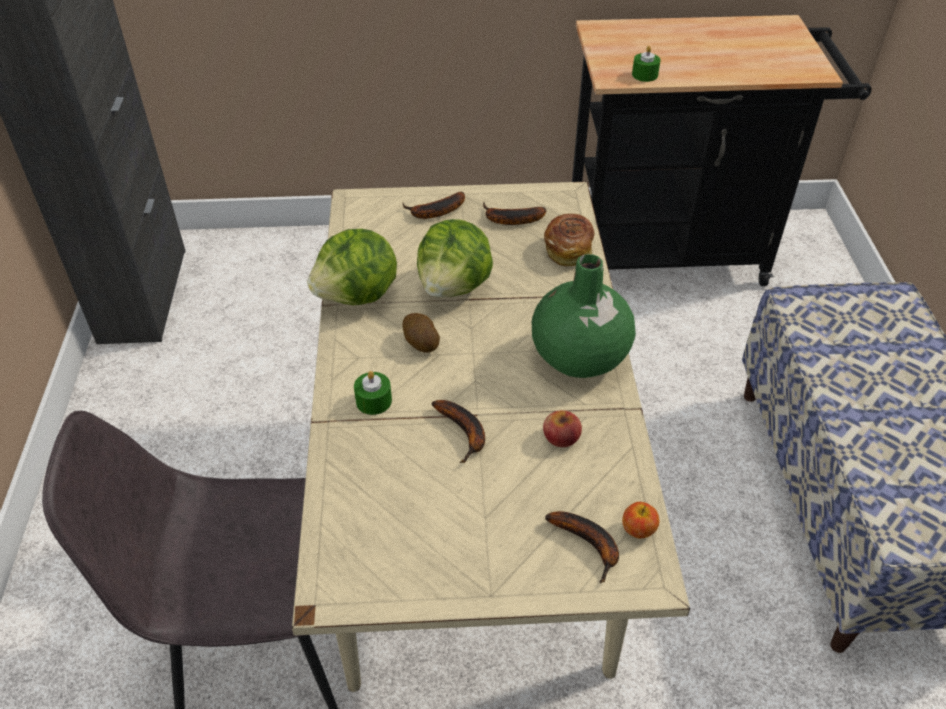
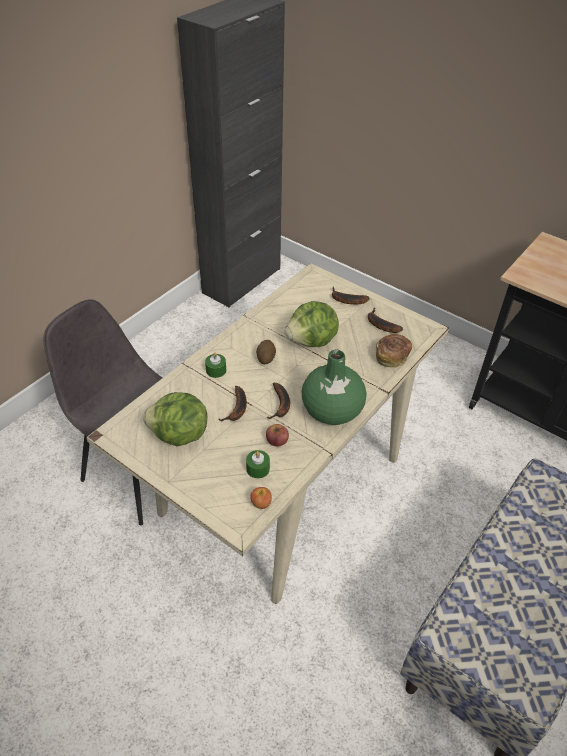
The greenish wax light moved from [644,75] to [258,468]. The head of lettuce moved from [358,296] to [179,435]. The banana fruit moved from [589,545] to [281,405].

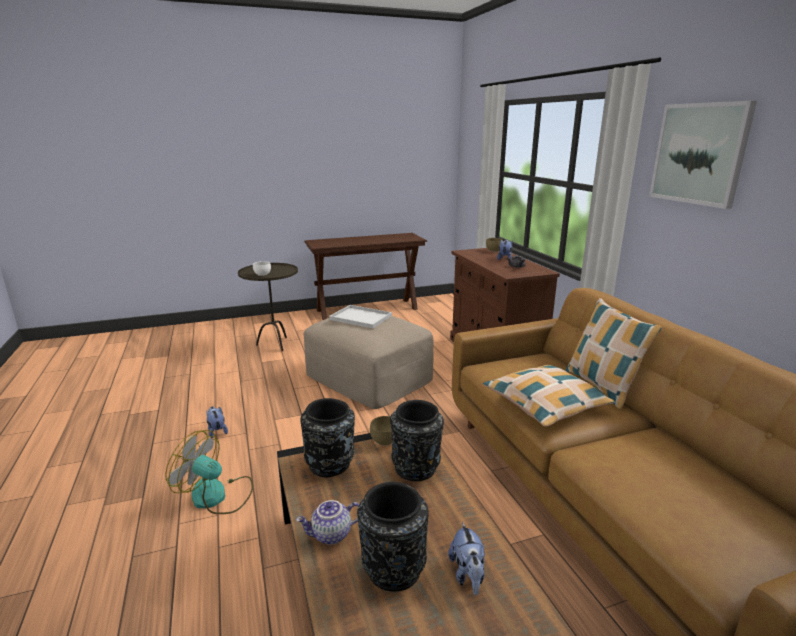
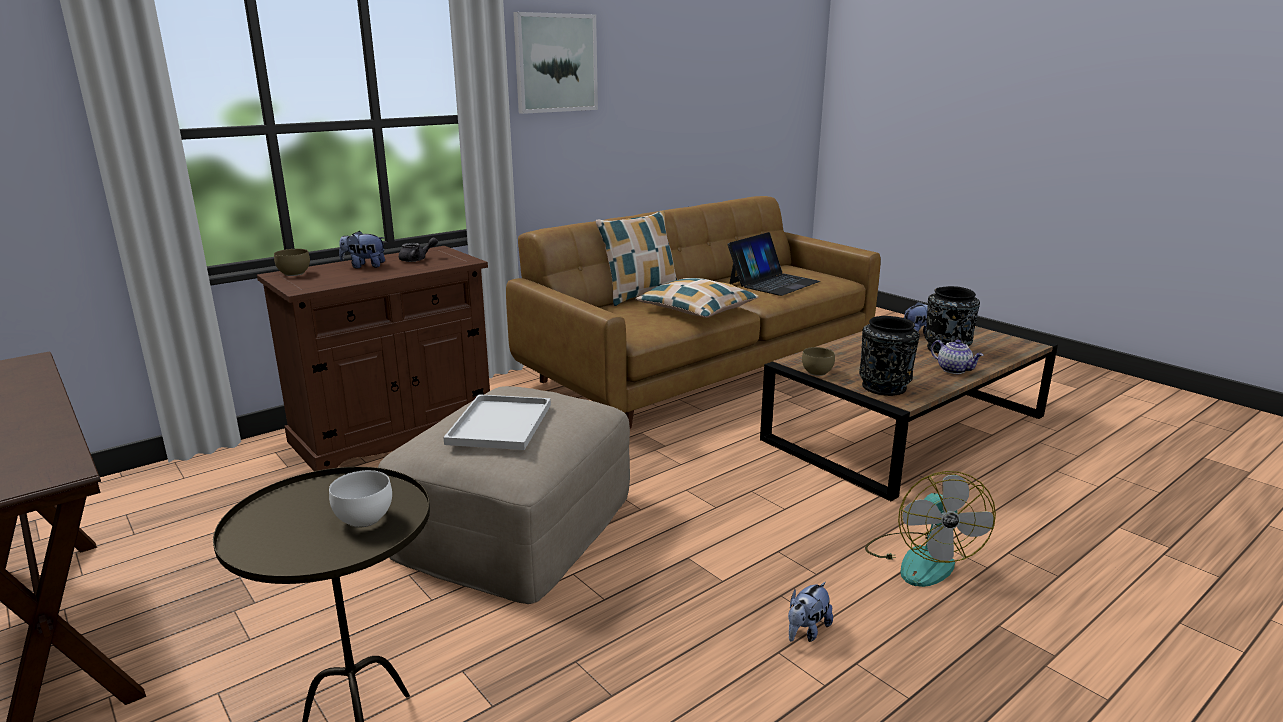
The blackish vase at [416,467] disappeared. The portable computer at [773,282] appeared.

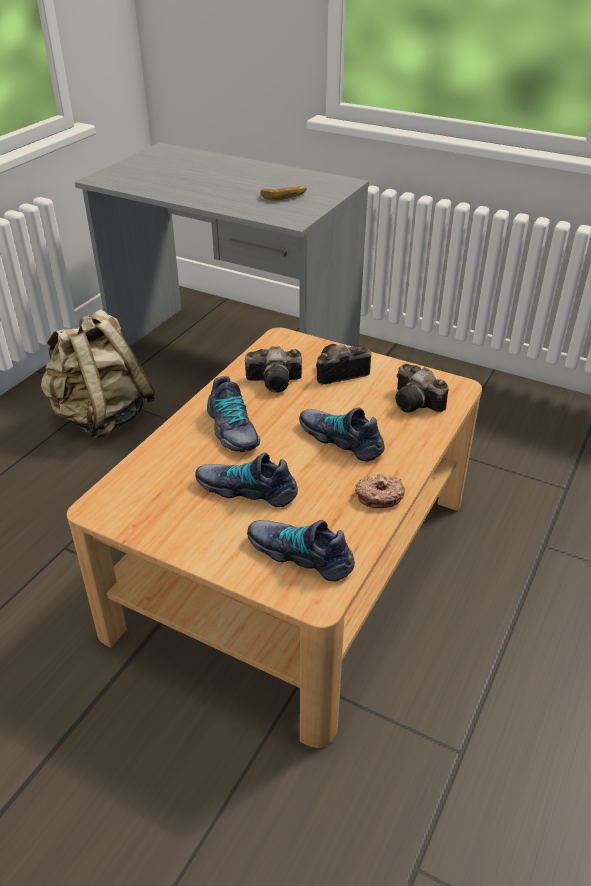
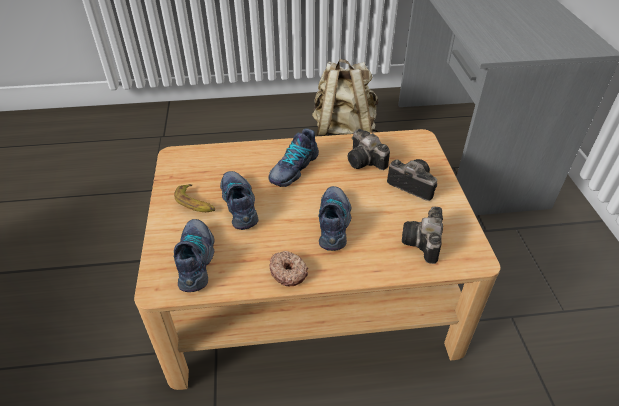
The banana fruit moved from [284,196] to [195,203].

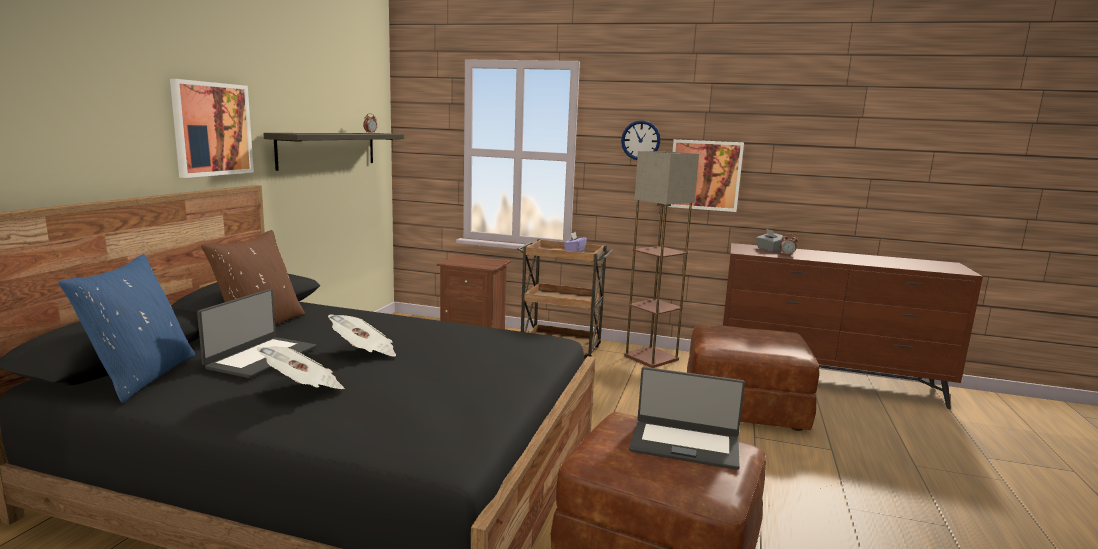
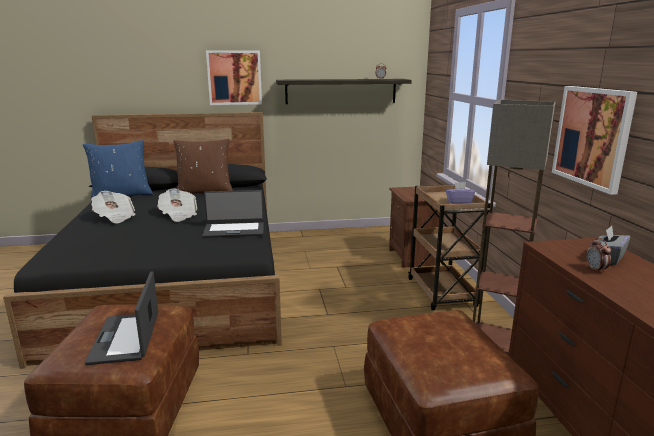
The hanging clock at [640,140] disappeared. The portable computer moved from [261,357] to [234,230].

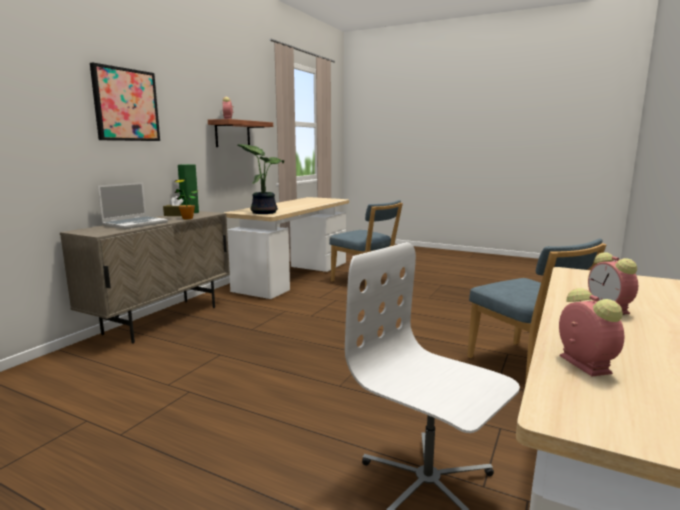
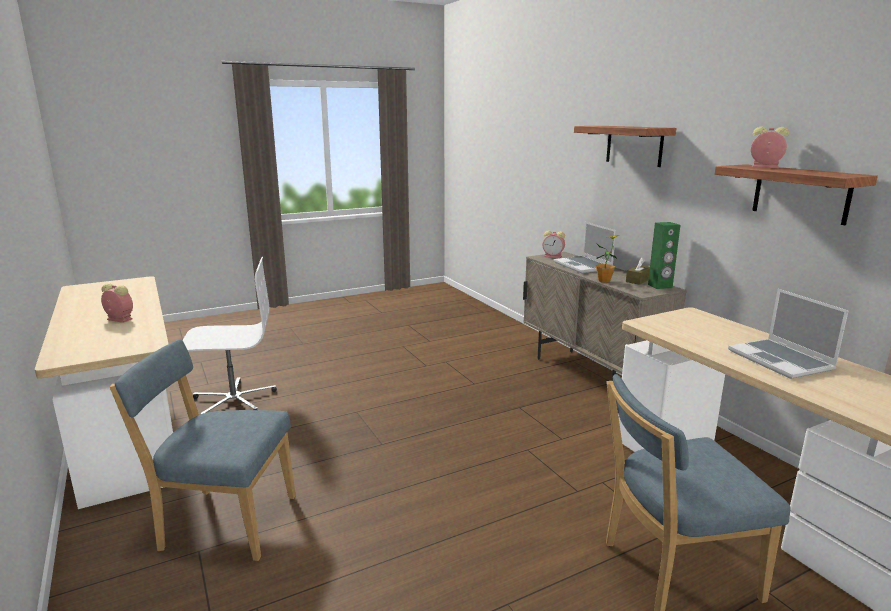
The wall art at [126,105] was replaced by the wall shelf at [634,145]. The potted plant at [264,212] disappeared. The table clock moved from [582,363] to [553,256]. The portable computer at [781,360] appeared.

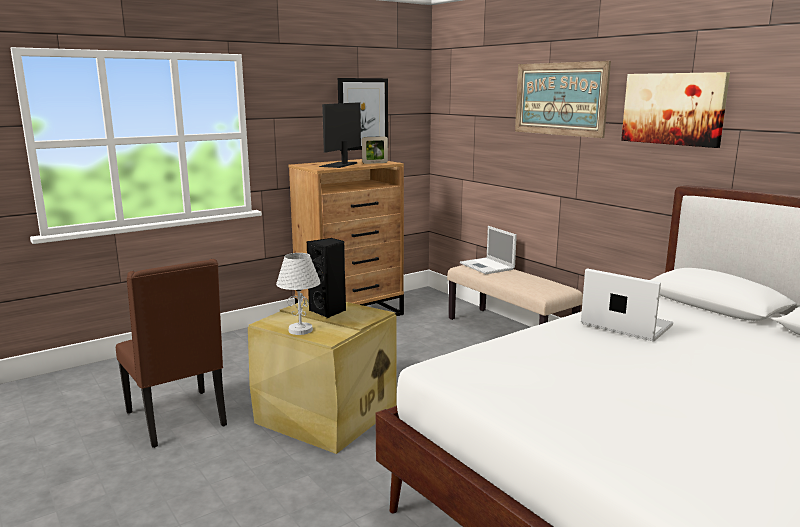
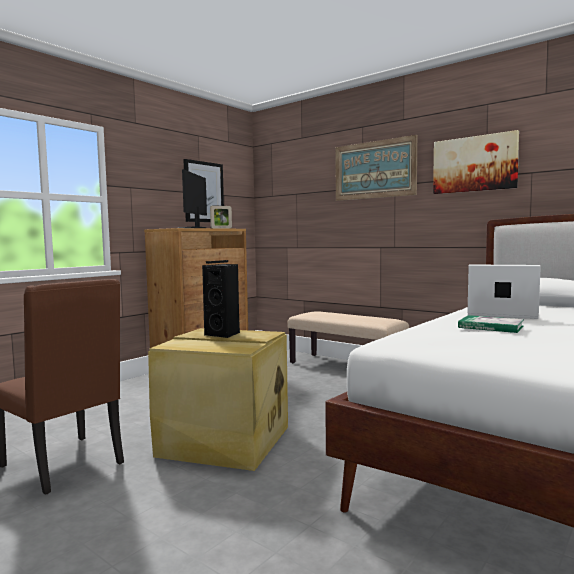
The portable computer at [487,266] disappeared. The white-coloured table lamp at [300,330] disappeared. The volume at [491,327] appeared.

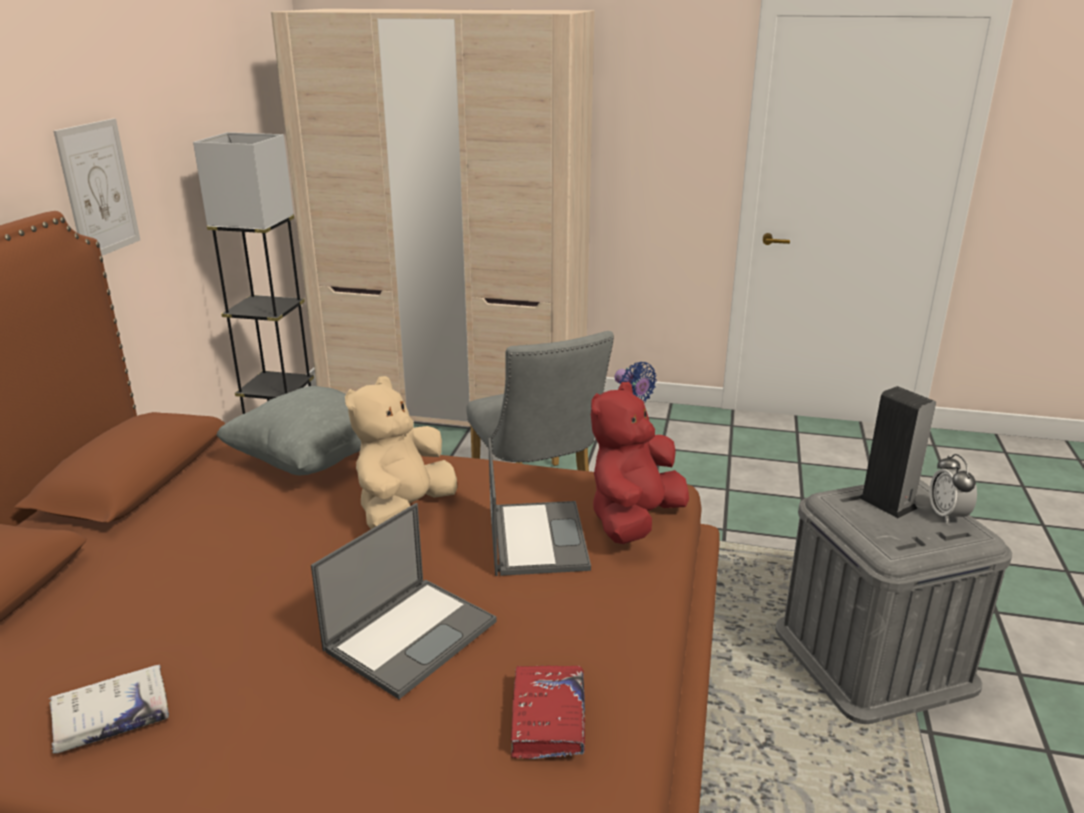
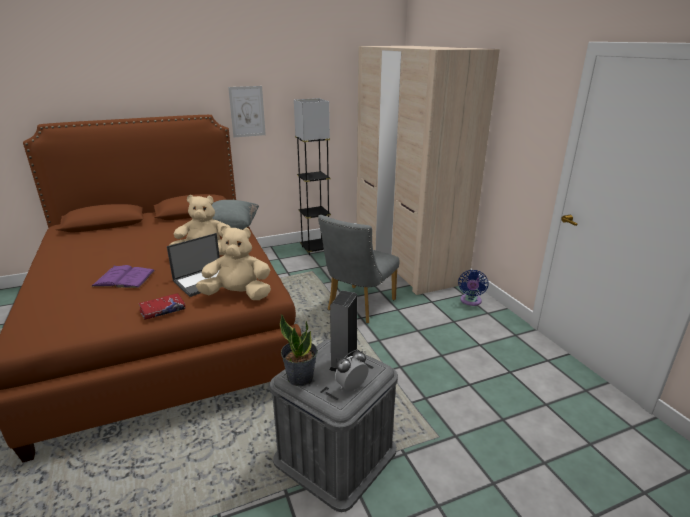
The red-coloured soft toy at [634,520] became the beige soft toy at [238,295]. The portable computer at [412,634] was replaced by the purple volume at [124,278]. The white-coloured volume at [112,718] disappeared. The red-coloured volume moved from [548,719] to [162,310]. The potted plant at [300,377] appeared.

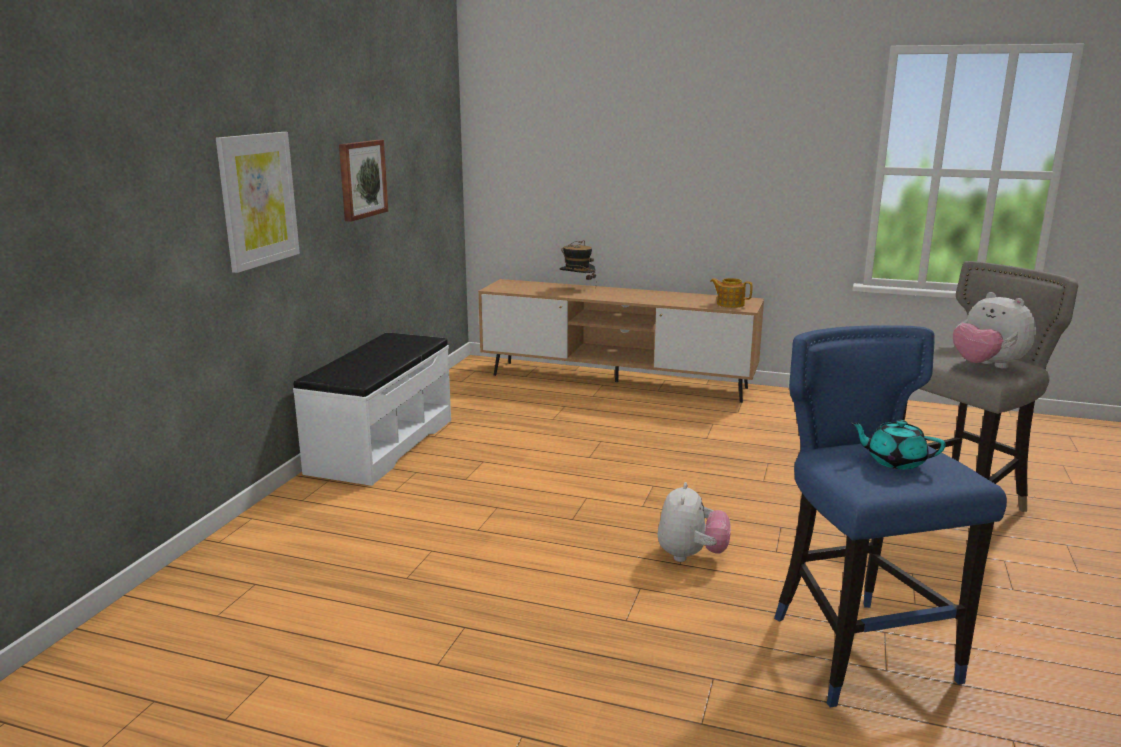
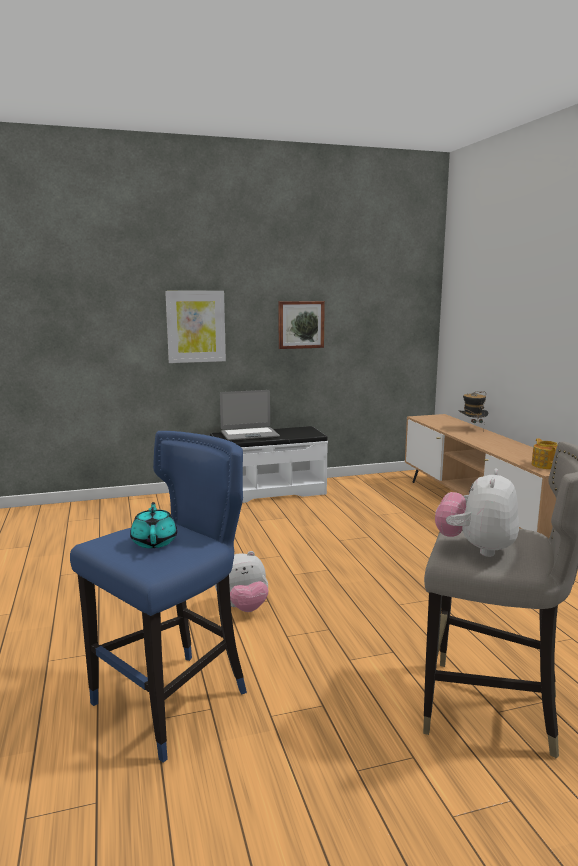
The portable computer at [249,435] appeared.

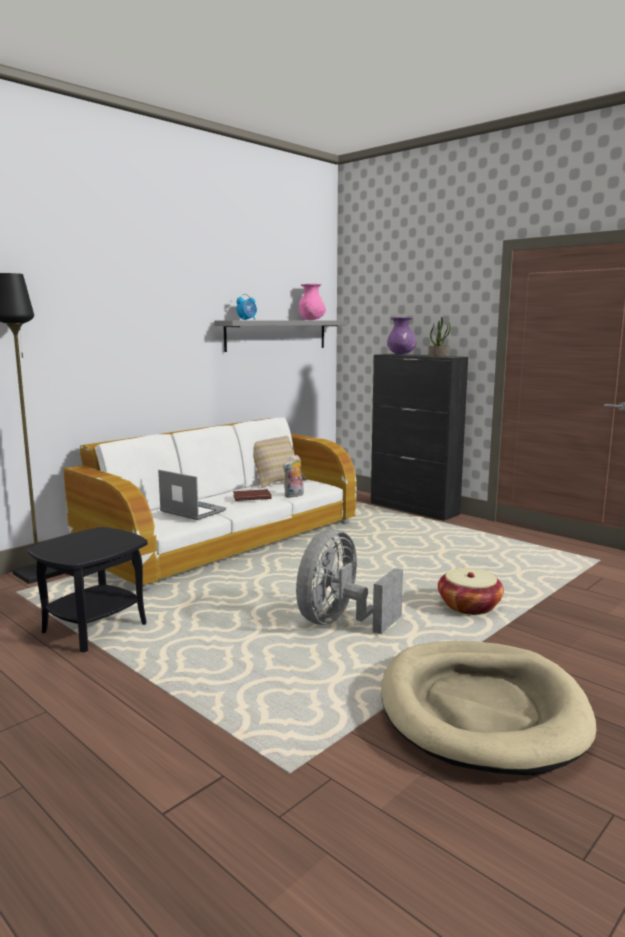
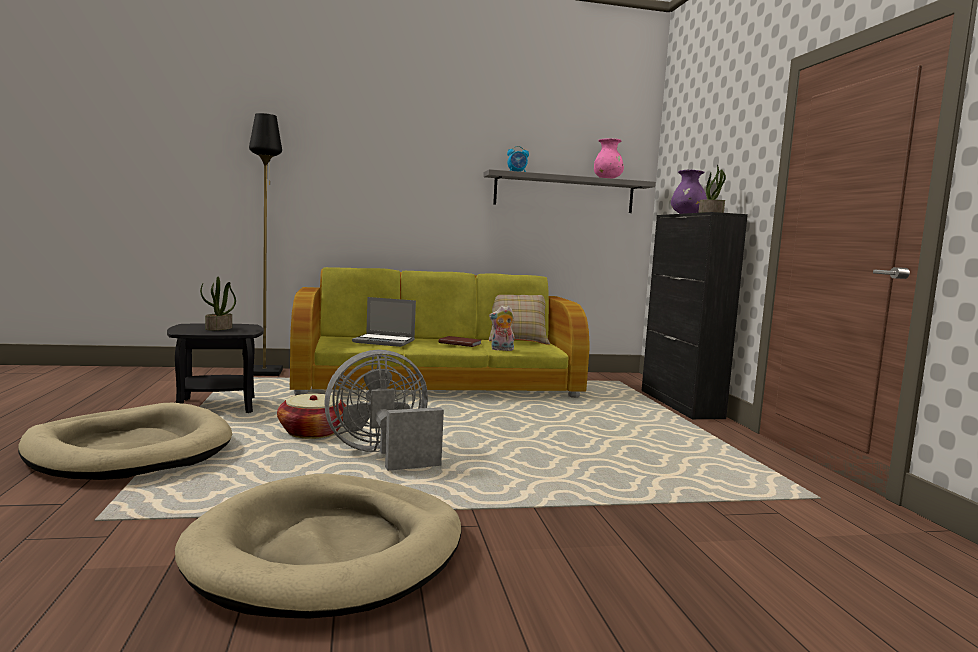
The white-coloured couch at [224,539] became the greenish couch at [437,384]. The portable computer at [191,511] turned 120 degrees clockwise. The household basket moved from [469,606] to [312,432]. The potted plant at [218,328] appeared. The beige dog bed at [130,450] appeared.

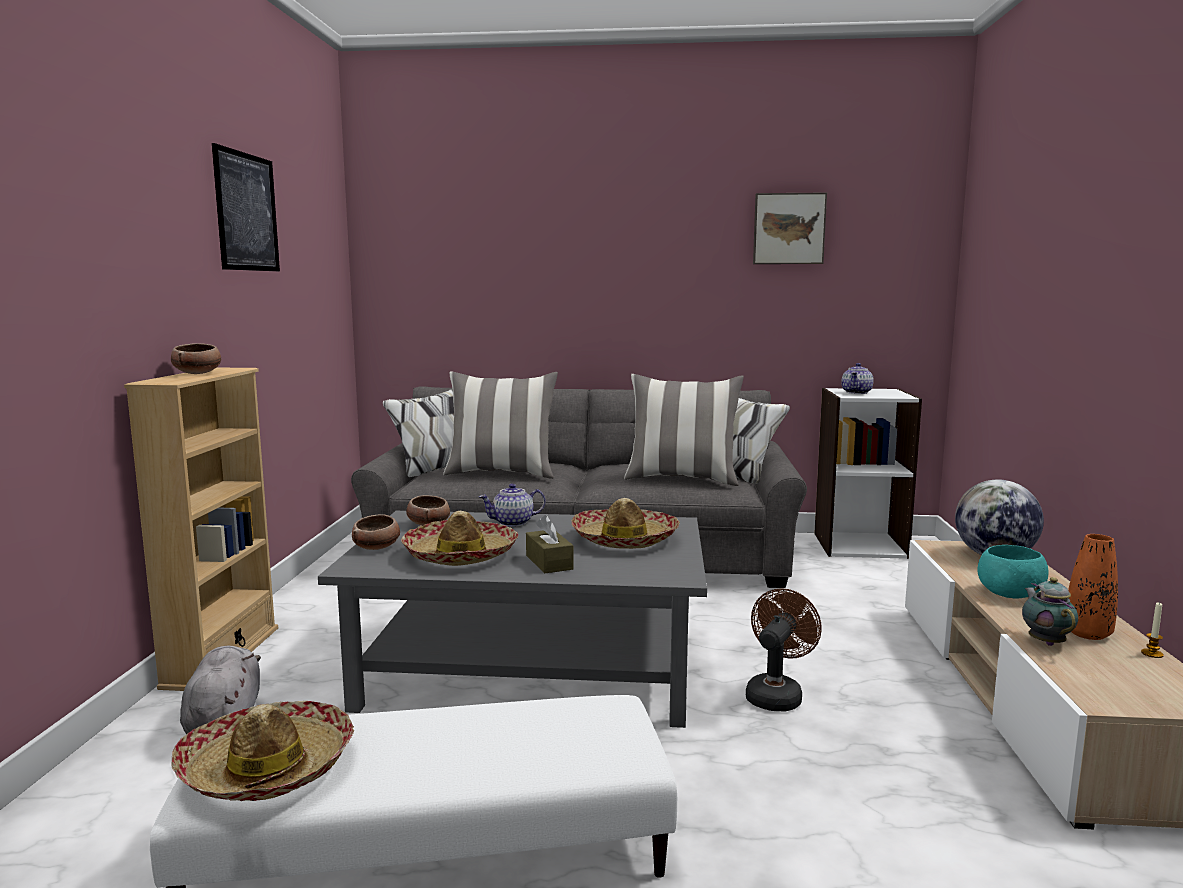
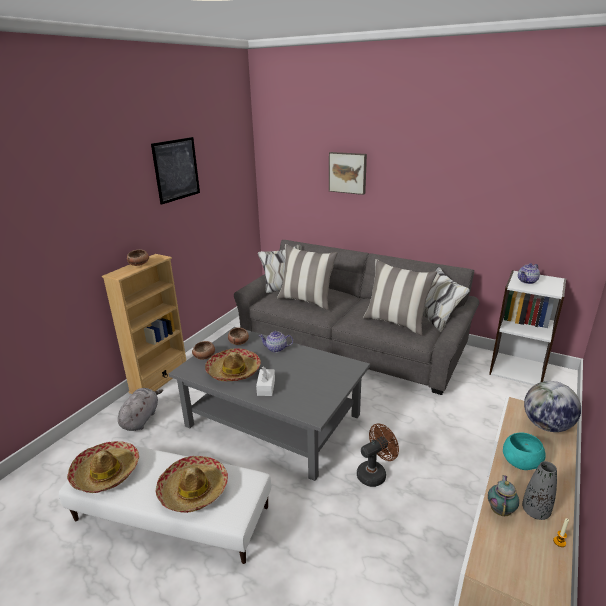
The wall art moved from [788,229] to [348,172]. The clothing hat moved from [624,539] to [193,490]. The brown tissue box at [549,562] became the white-coloured tissue box at [266,387]. The orange vase at [1087,634] became the grey vase at [535,512].

